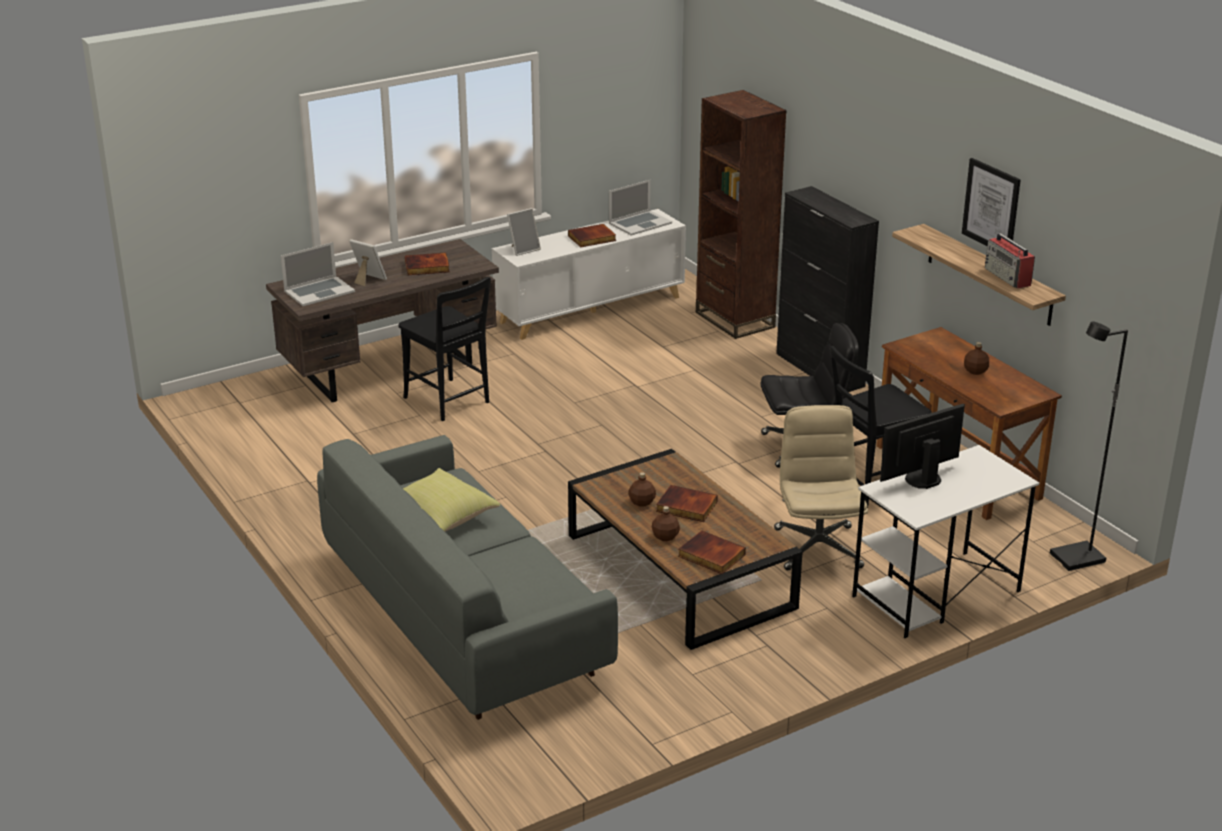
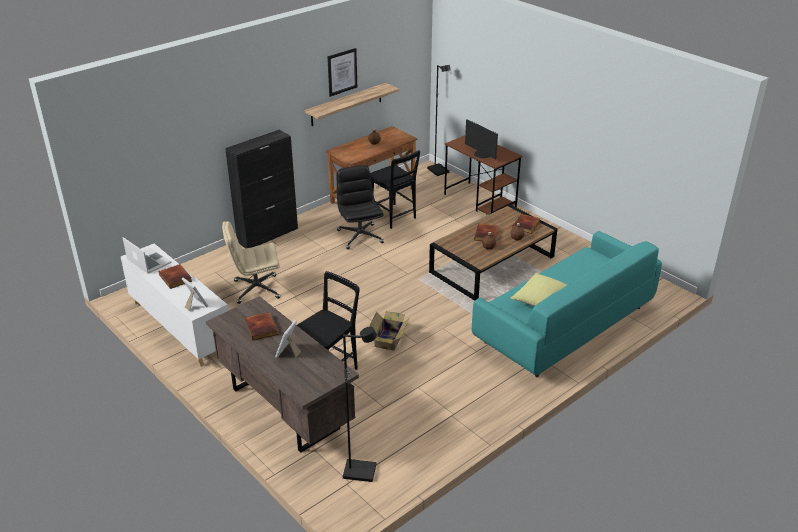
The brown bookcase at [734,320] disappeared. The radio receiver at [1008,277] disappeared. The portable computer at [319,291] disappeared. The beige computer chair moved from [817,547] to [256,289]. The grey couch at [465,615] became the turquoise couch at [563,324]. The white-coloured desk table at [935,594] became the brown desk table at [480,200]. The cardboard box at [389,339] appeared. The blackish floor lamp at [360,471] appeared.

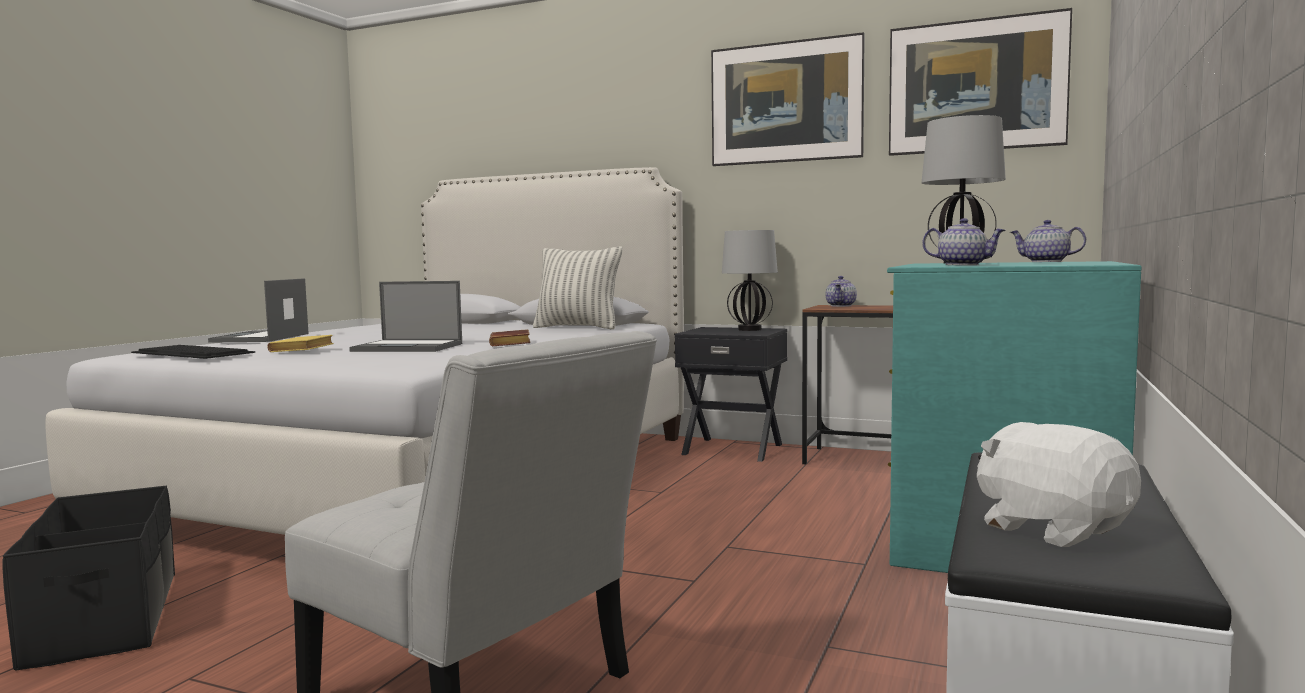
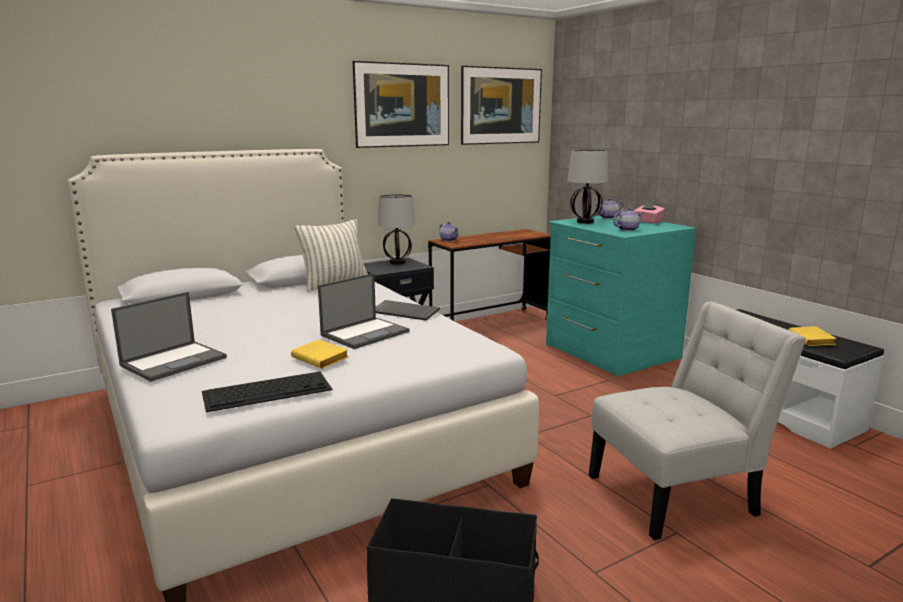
The portable computer at [260,338] turned 90 degrees counterclockwise. The brown volume at [512,344] was replaced by the keyboard at [406,312]. The white-coloured soft toy at [1052,529] was replaced by the yellow-coloured volume at [813,340]. The pink tissue box at [647,222] appeared.

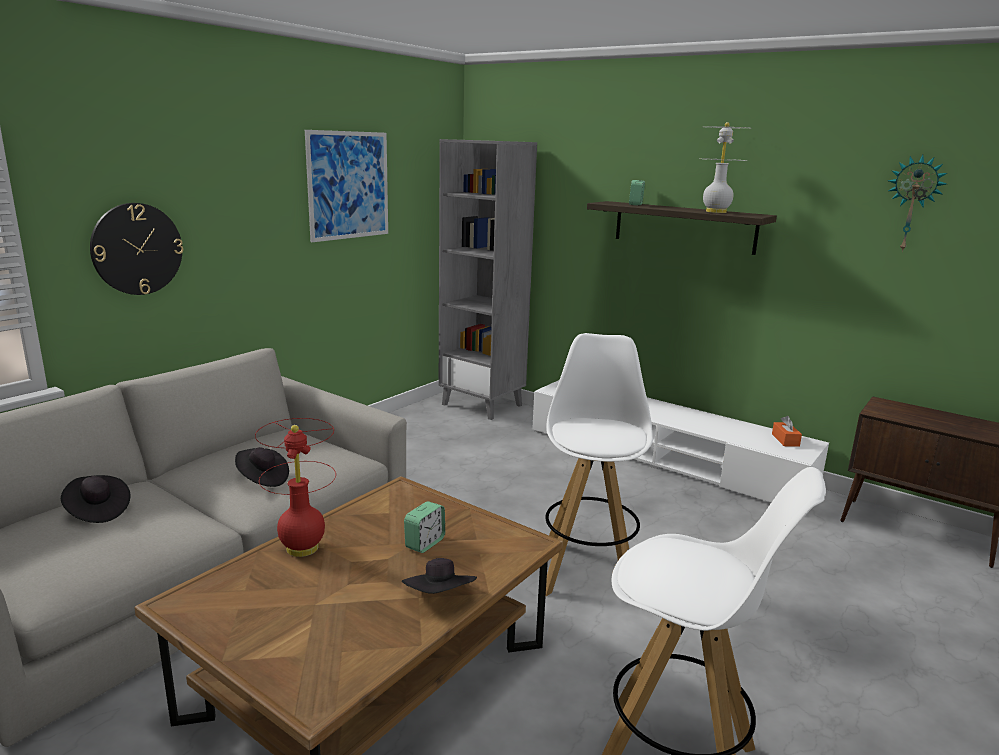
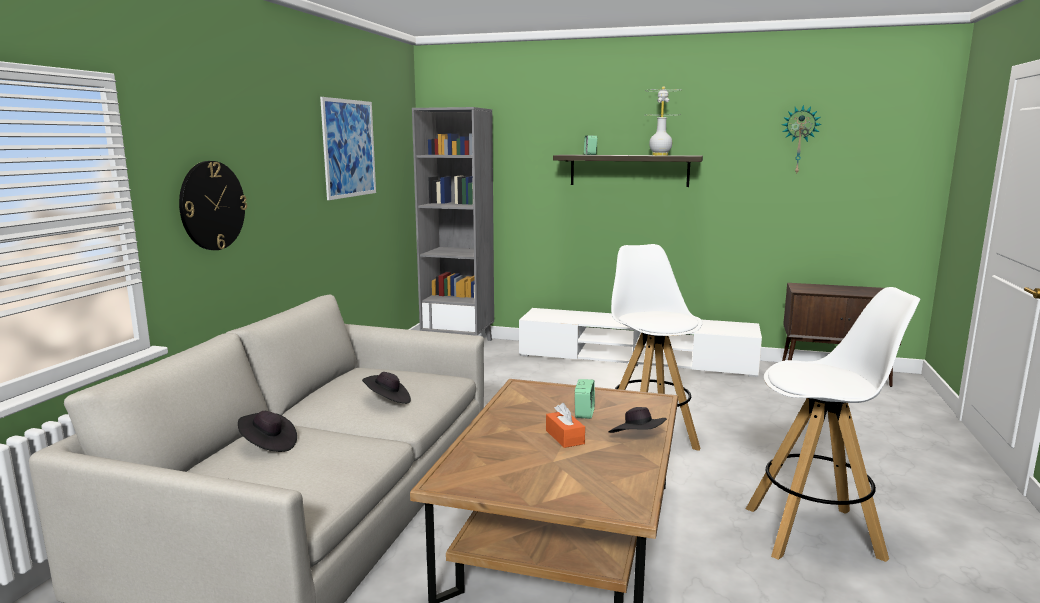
The orange tissue box moved from [785,440] to [565,437]. The red-coloured table lamp at [302,548] disappeared.

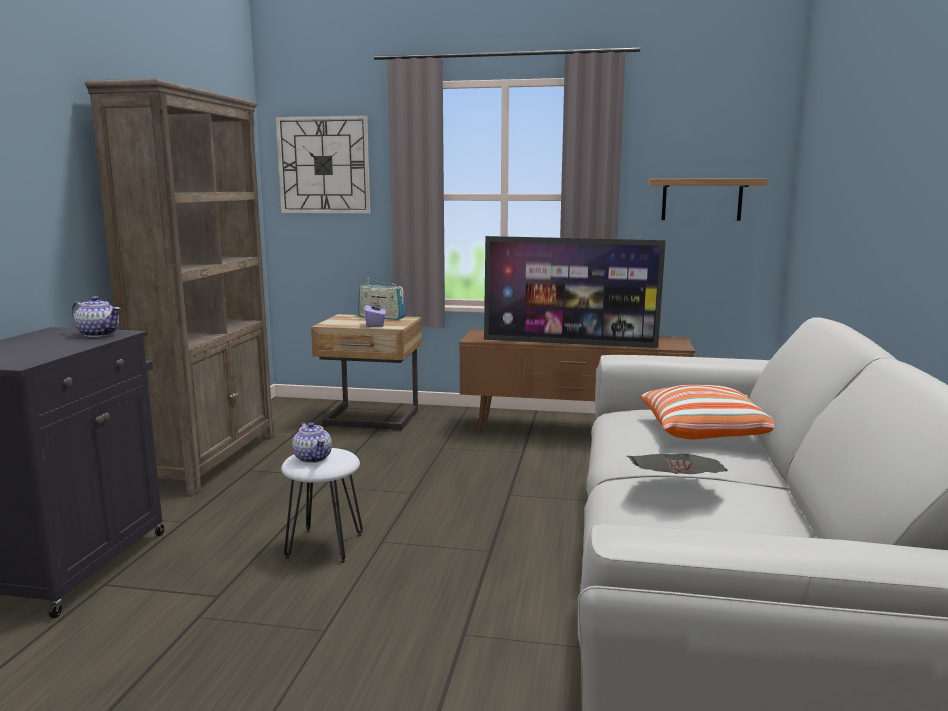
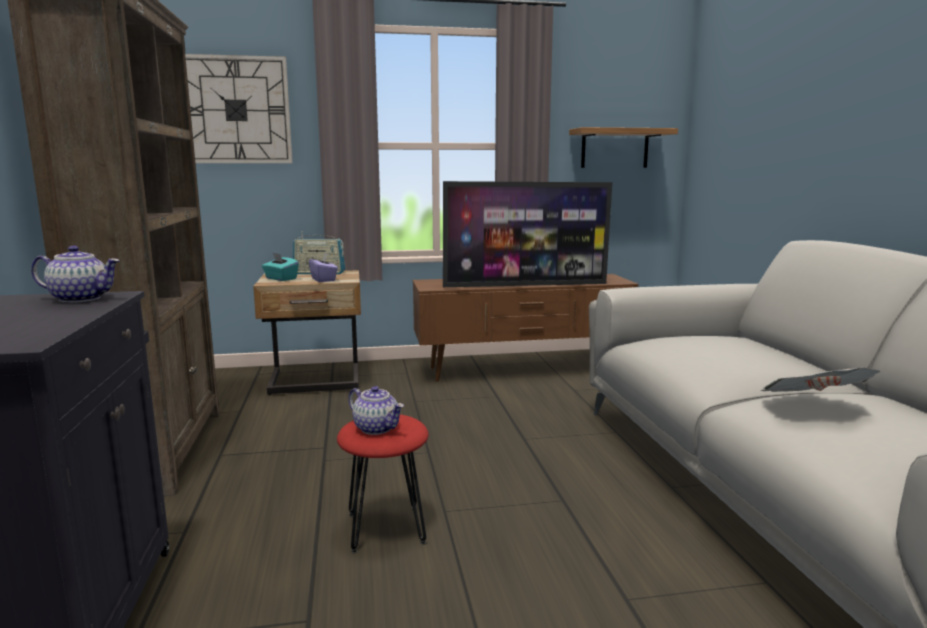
The pillow at [705,432] disappeared. The white-coloured stool seat at [325,545] became the red-coloured stool seat at [386,527]. The turquoise tissue box at [280,279] appeared.

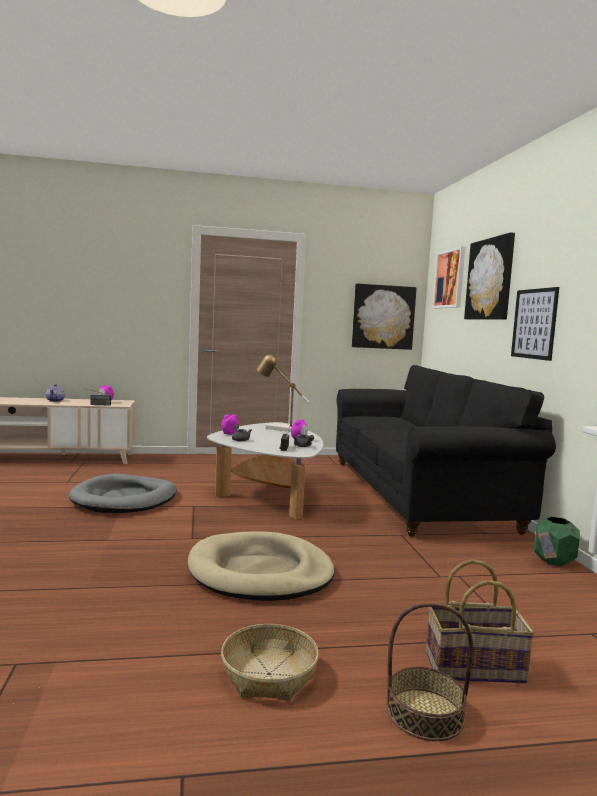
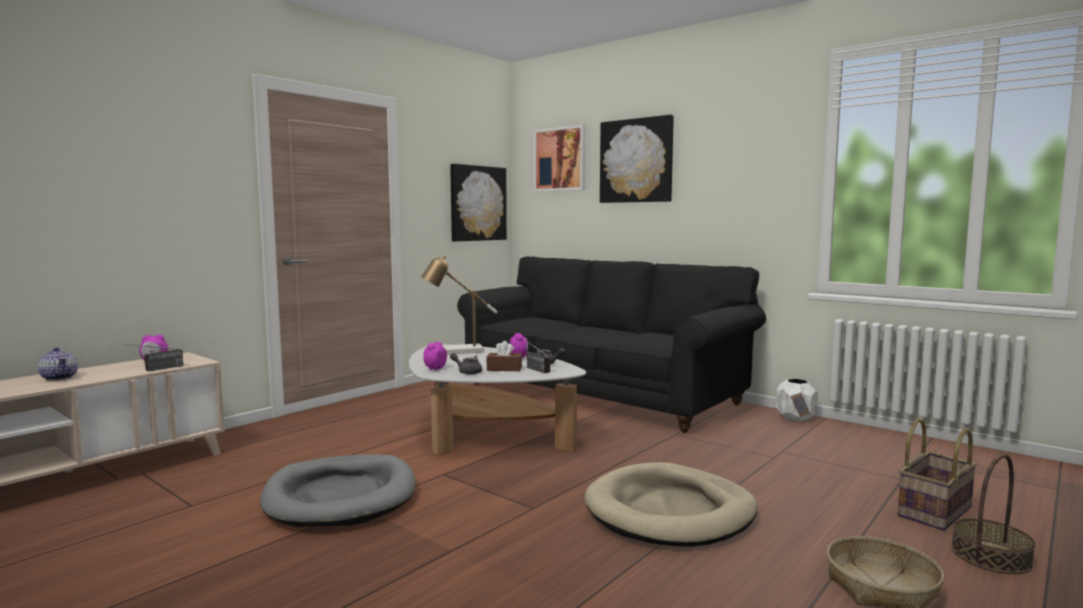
The wall art at [534,323] disappeared. The greenish planter at [554,561] became the white-coloured planter at [796,418]. The brown tissue box at [504,369] appeared.

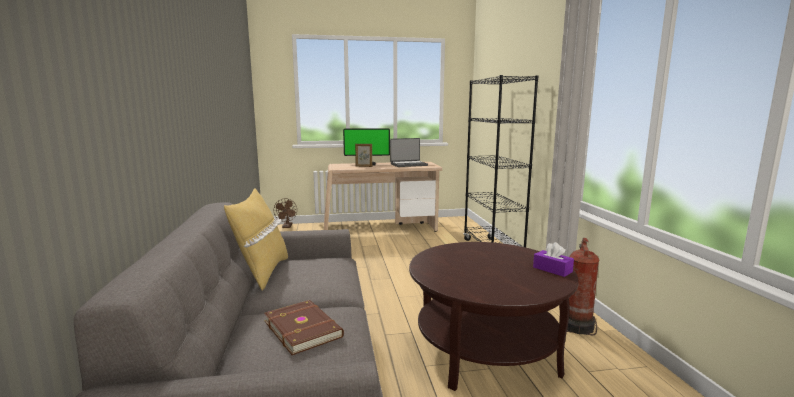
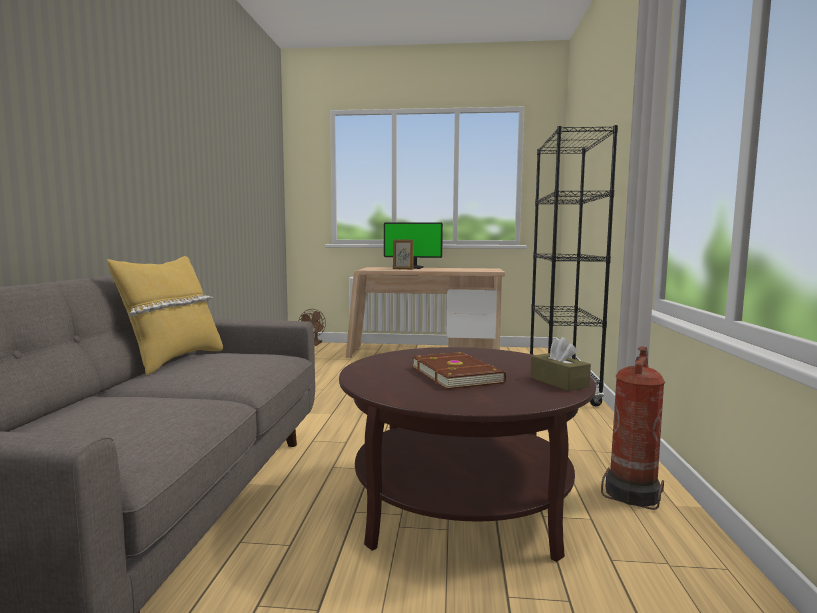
The portable computer at [408,164] disappeared. The purple tissue box at [552,269] became the brown tissue box at [558,382]. The brown volume moved from [304,328] to [457,374].

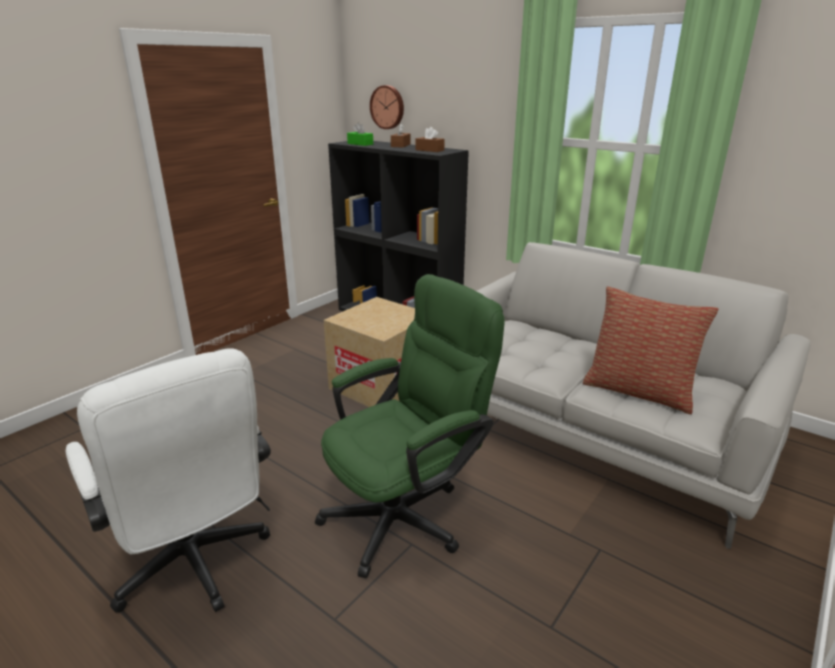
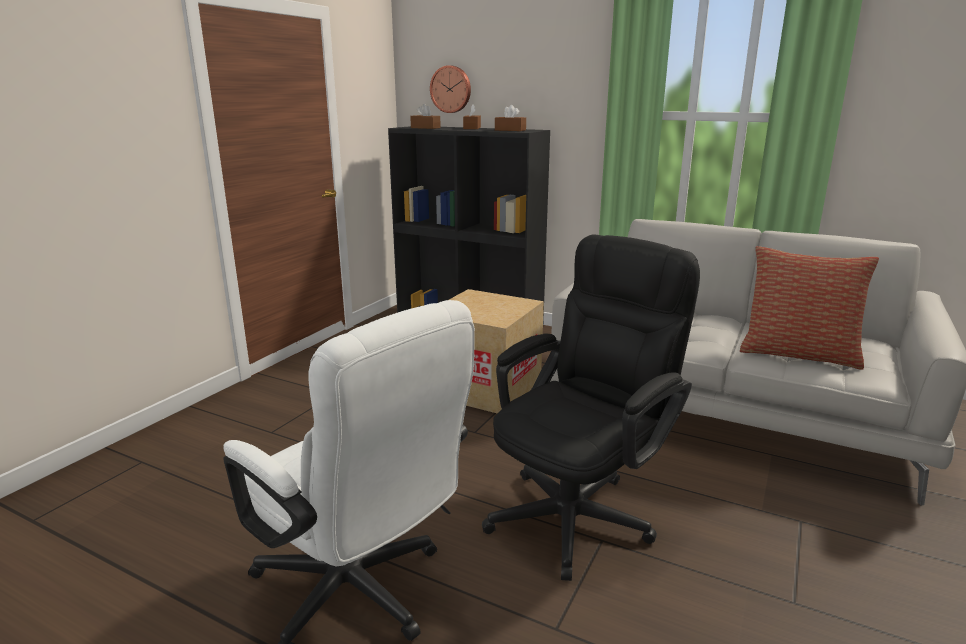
The greenish tissue box at [360,144] became the brown tissue box at [425,128]. The greenish computer chair at [406,513] became the blackish computer chair at [580,510].

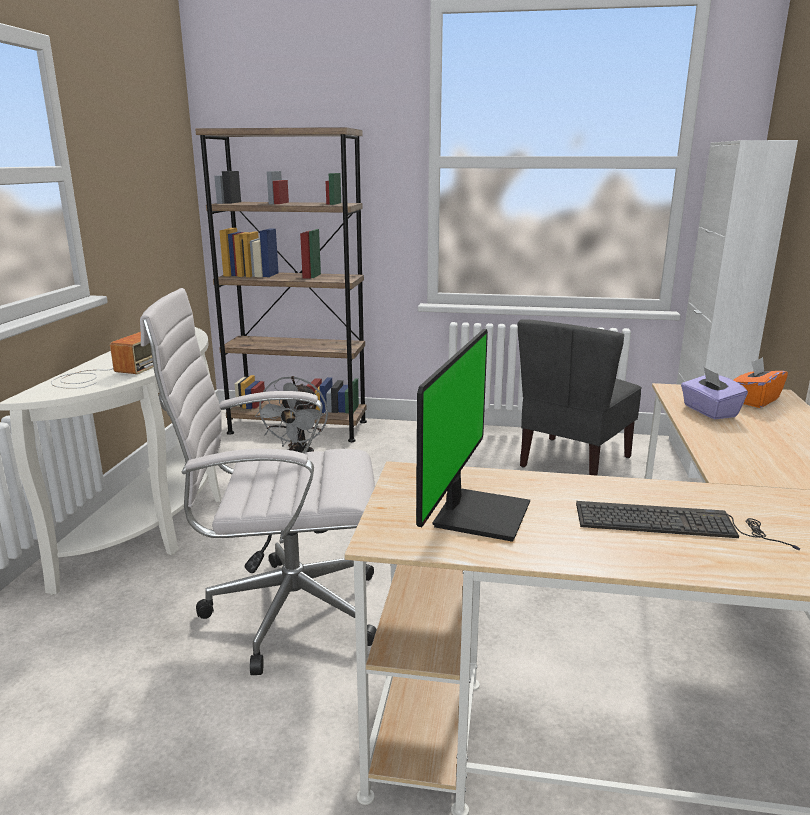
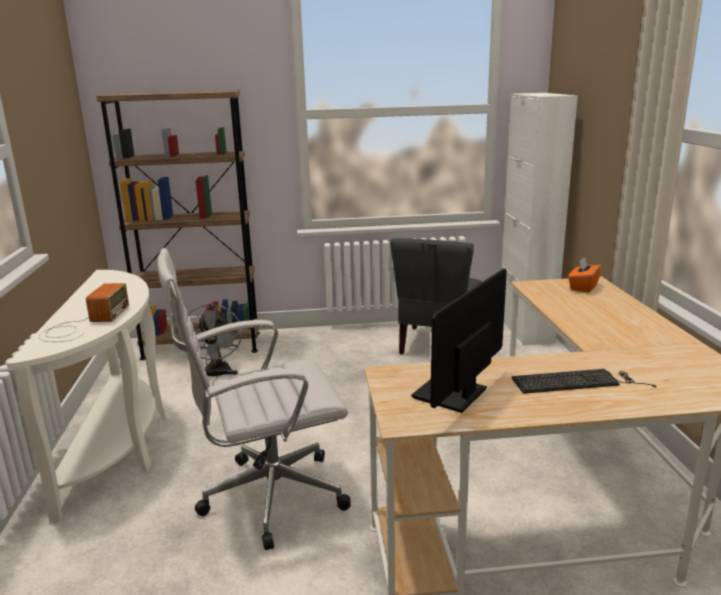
The computer display at [477,514] turned 150 degrees counterclockwise. The purple tissue box at [709,411] disappeared.

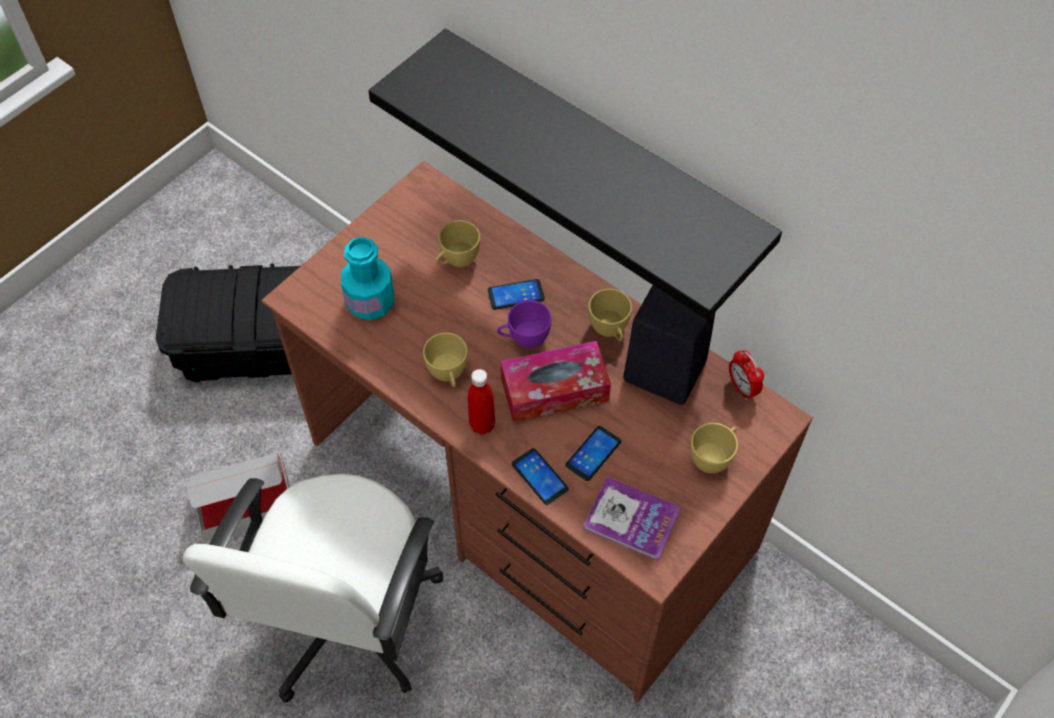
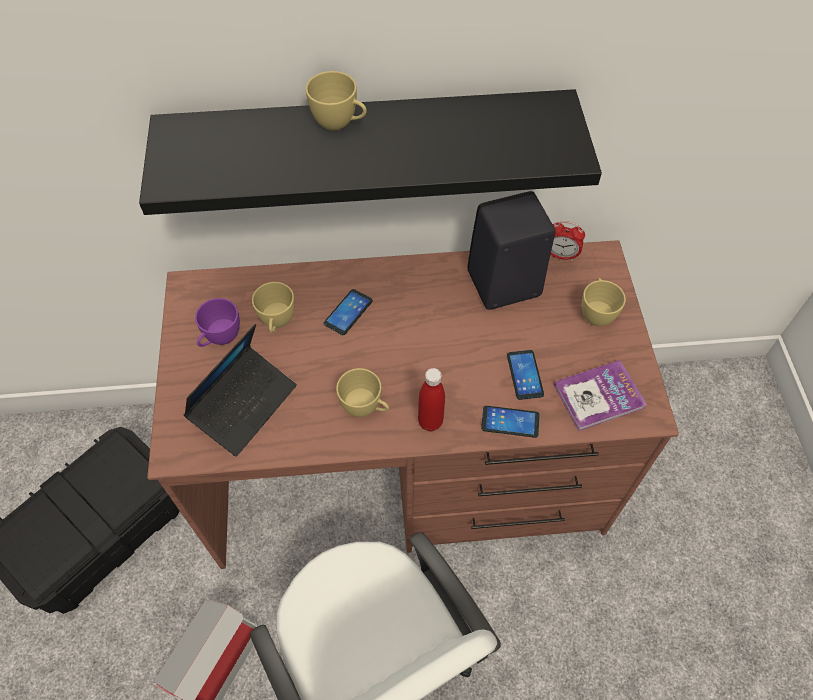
The turquoise beverage bottle at [370,302] was replaced by the portable computer at [244,405]. The yellow-coloured small cup moved from [610,331] to [340,123]. The purple small cup moved from [524,339] to [220,338]. The tissue box at [554,390] disappeared.

